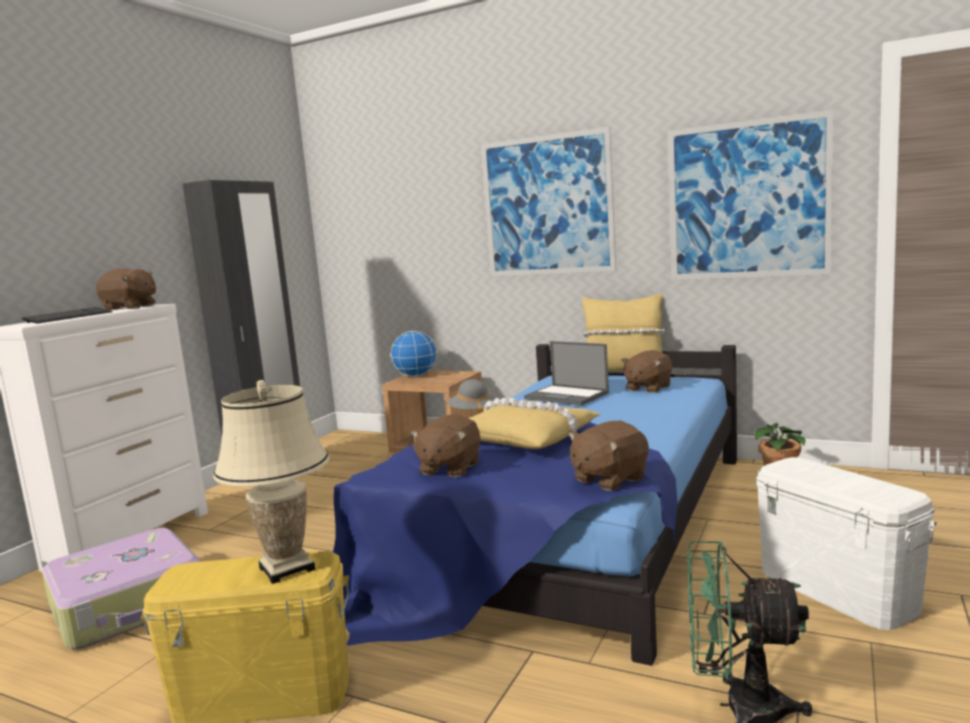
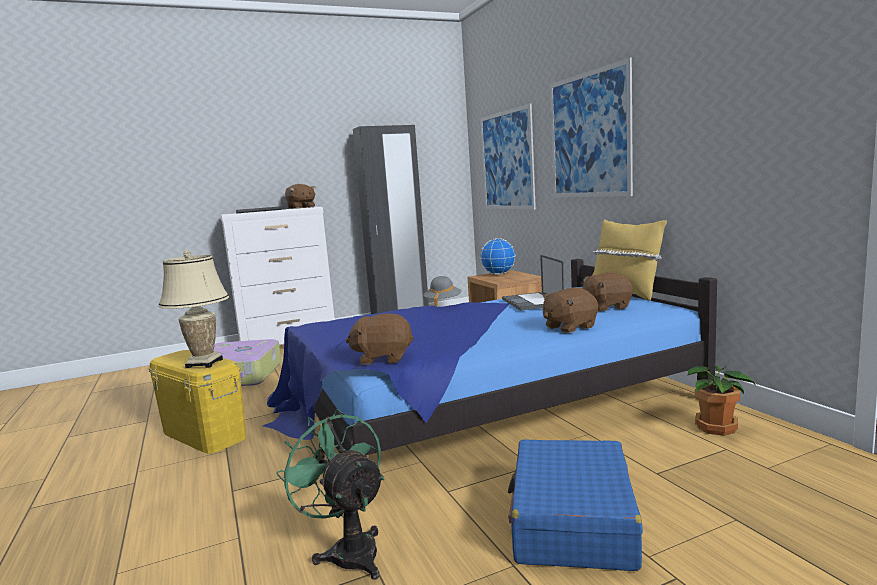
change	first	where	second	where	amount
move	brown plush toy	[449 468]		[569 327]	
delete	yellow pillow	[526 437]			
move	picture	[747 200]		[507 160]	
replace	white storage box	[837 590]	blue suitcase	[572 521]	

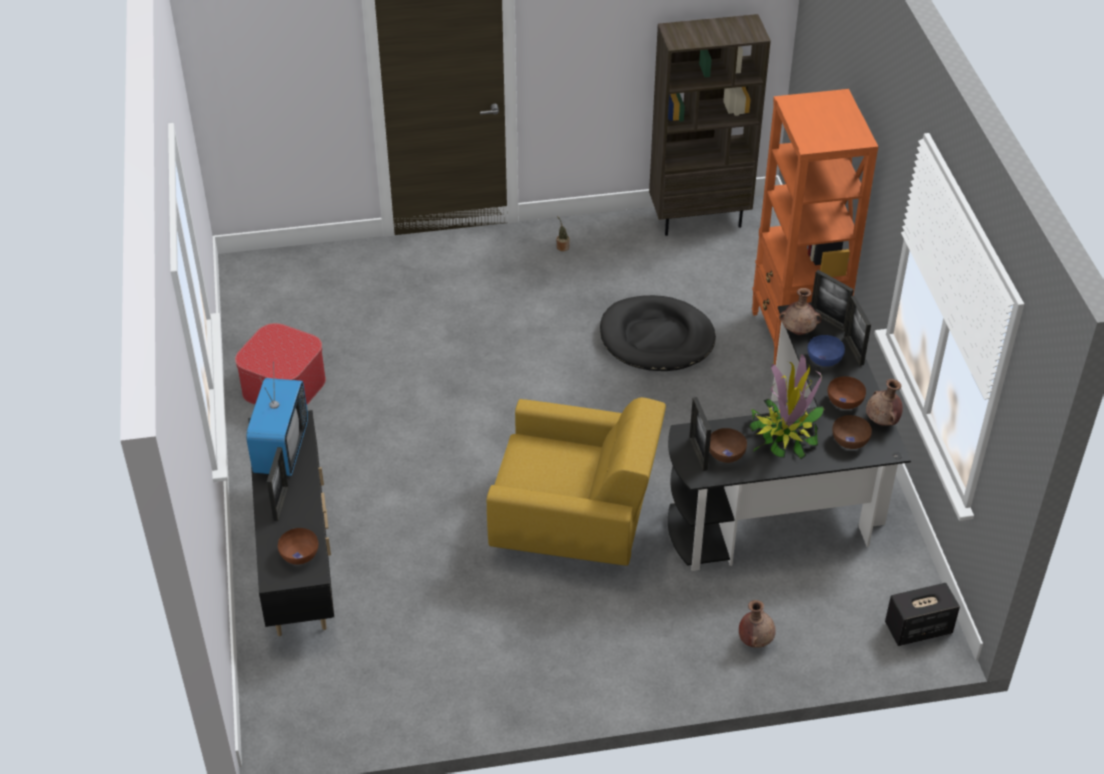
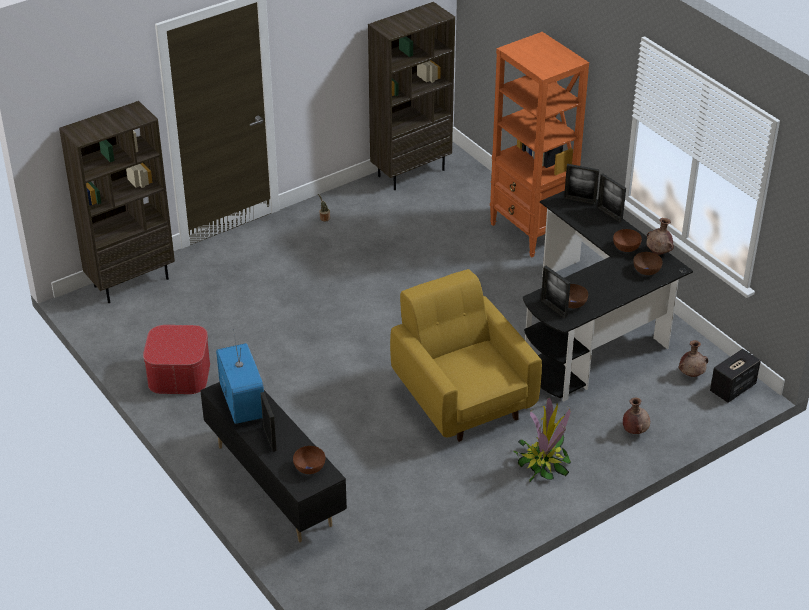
change	first	where	second	where	amount
rotate	yellow armchair	[575 523]		[462 397]	105 degrees counterclockwise
delete	black dog bed	[656 338]			
move	potted plant	[784 435]		[543 462]	
move	brown vase	[798 331]		[691 374]	
delete	blue bowl	[824 359]			
insert			brown bookcase	[131 282]	

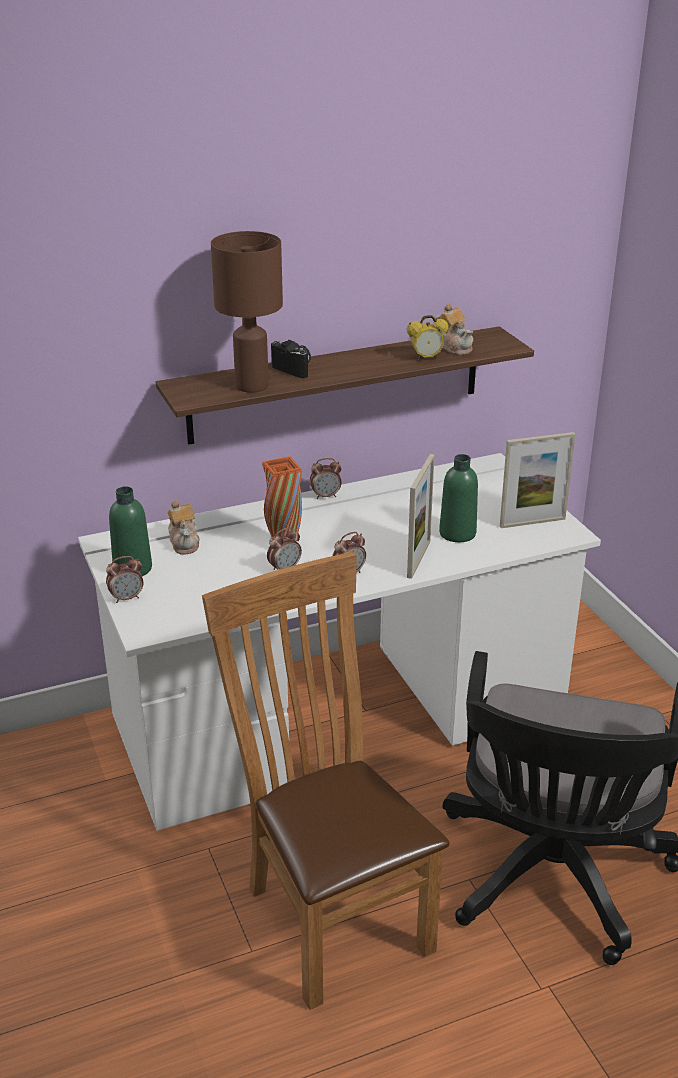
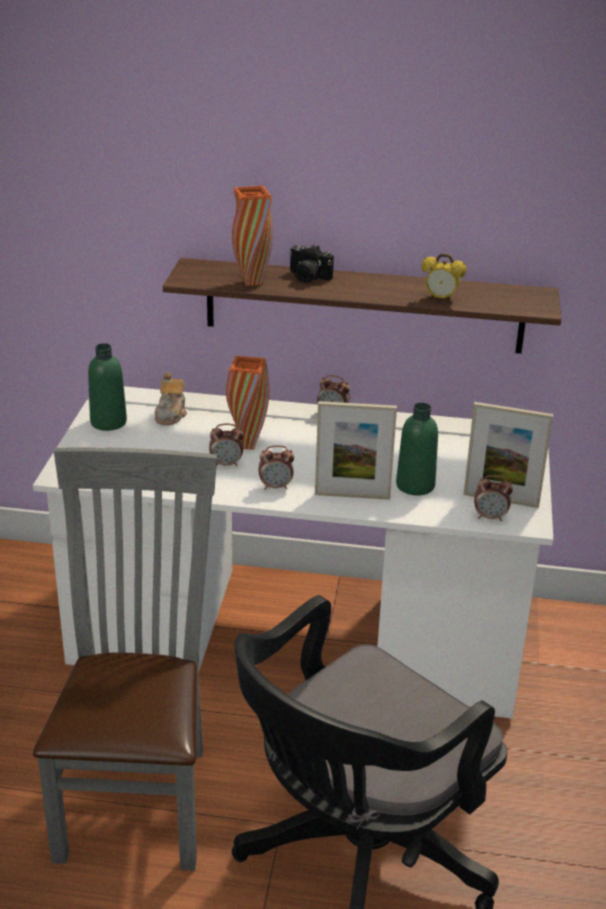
change	first	where	second	where	amount
move	alarm clock	[127 598]		[490 517]	
recolor	brown chair	[330 913]	grey chair	[139 794]	
replace	brown table lamp	[253 386]	orange vase	[252 282]	
rotate	photo camera	[295 369]		[307 277]	135 degrees clockwise
rotate	picture frame	[418 559]		[352 496]	45 degrees clockwise
delete	teapot	[454 347]			

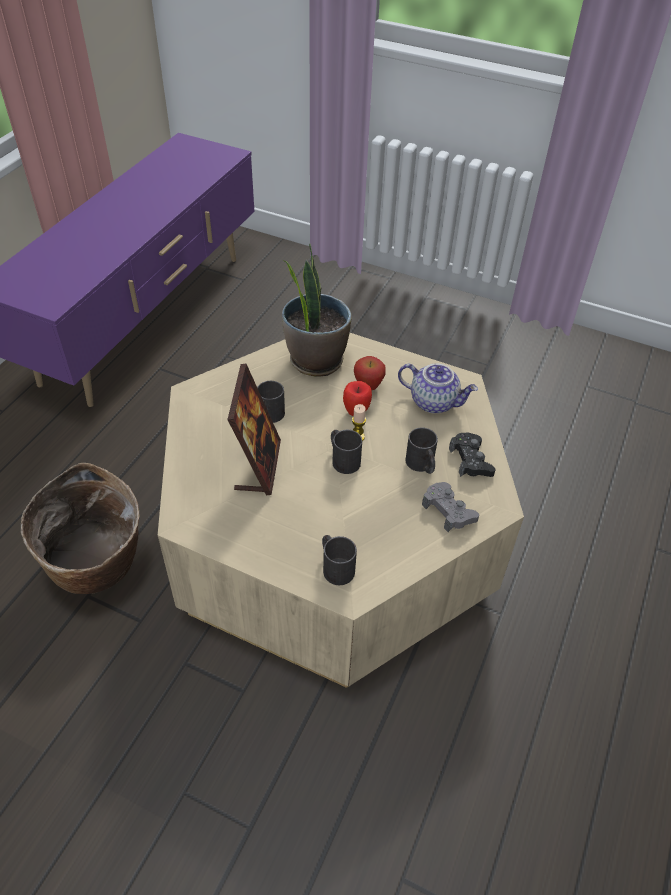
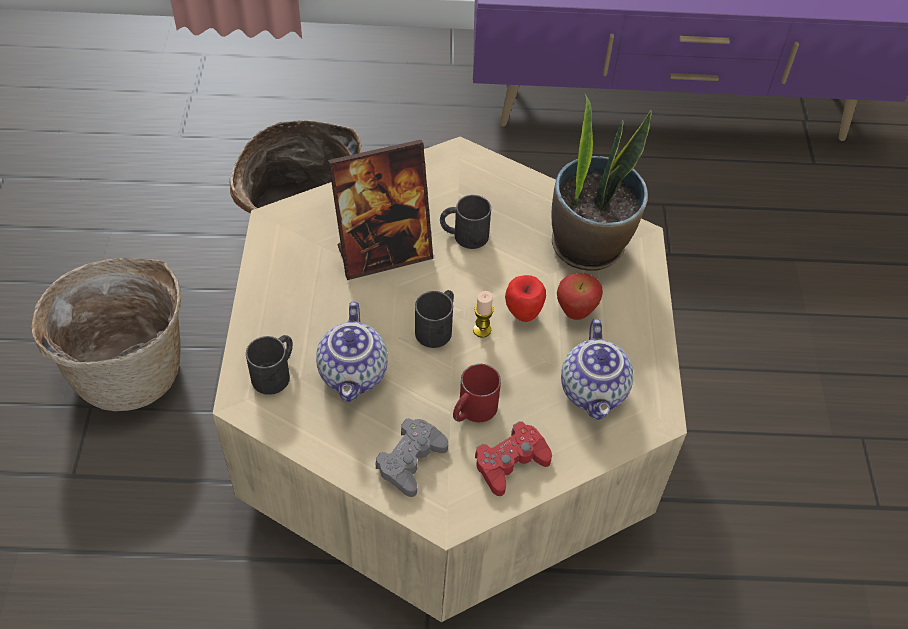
change	first	where	second	where	amount
recolor	black mug	[422 465]	red mug	[472 411]	
recolor	black game controller	[470 460]	red game controller	[510 462]	
insert			basket	[129 366]	
insert			teapot	[355 374]	

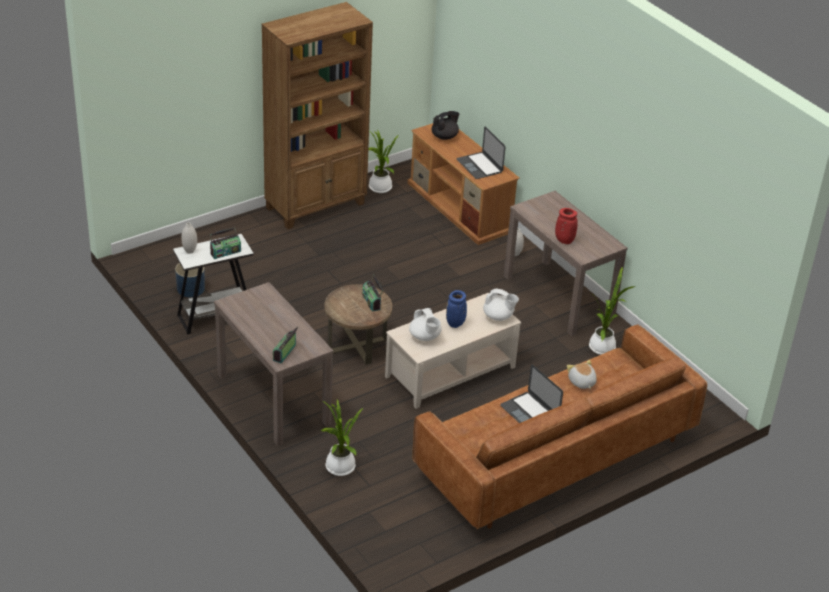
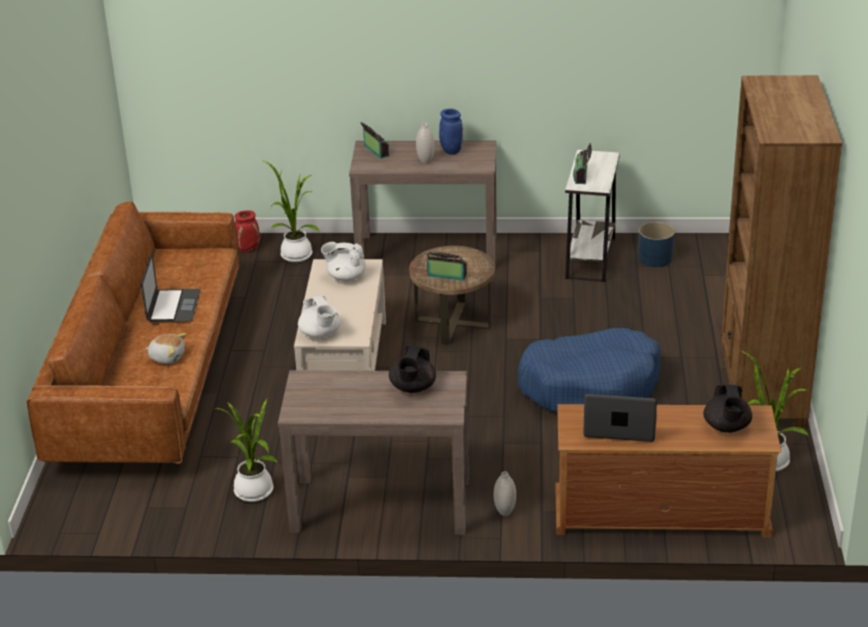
change	first	where	second	where	amount
move	white vase	[190 251]		[425 161]	
move	blue vase	[455 324]		[450 151]	
rotate	white teapot	[498 316]		[320 334]	90 degrees counterclockwise
rotate	laptop	[529 412]		[173 306]	90 degrees clockwise
move	red vase	[563 241]		[248 249]	
insert			black teapot	[412 388]	
insert			blue dog bed	[590 386]	

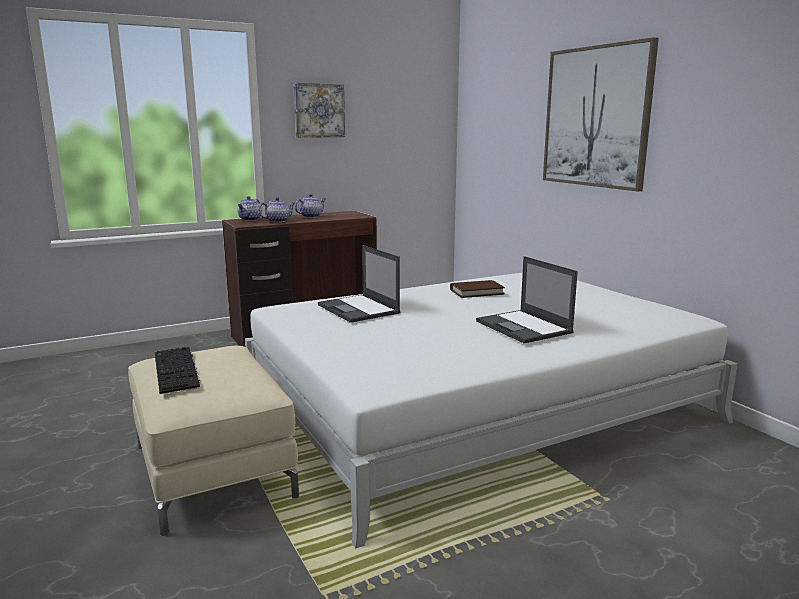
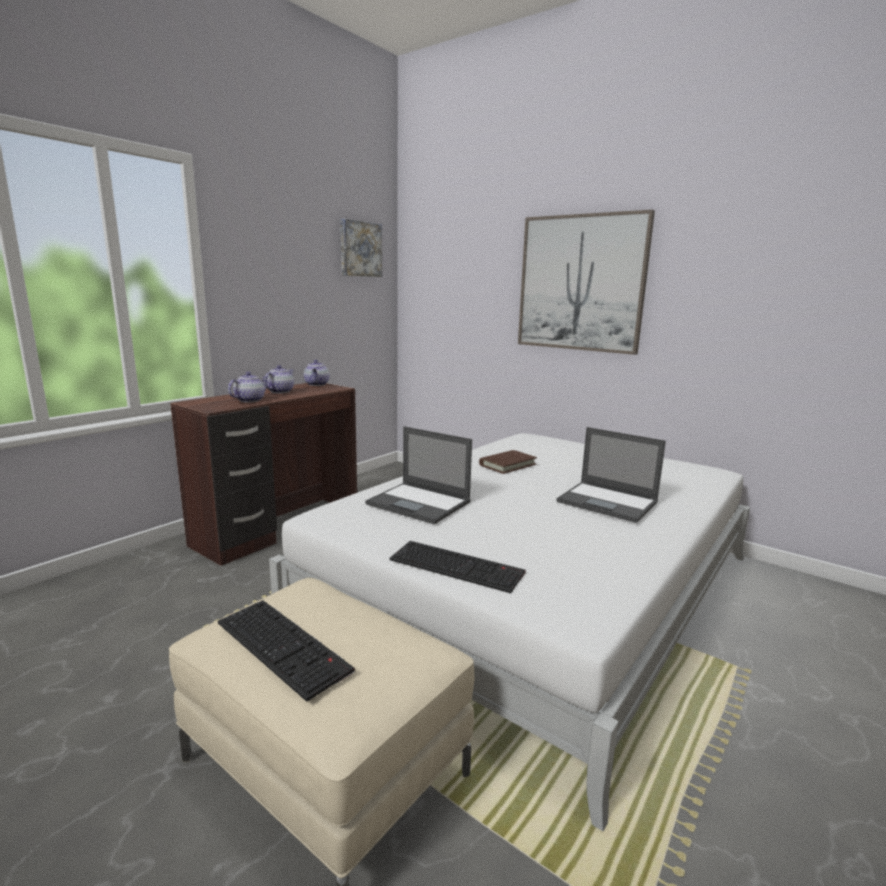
change	first	where	second	where	amount
move	teapot	[250 220]		[317 384]	
move	picture	[318 110]		[360 249]	
insert			keyboard	[458 566]	

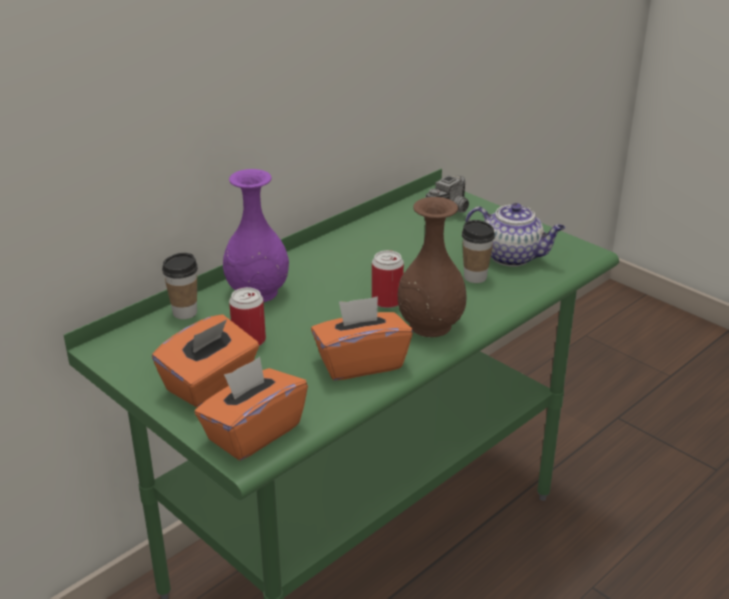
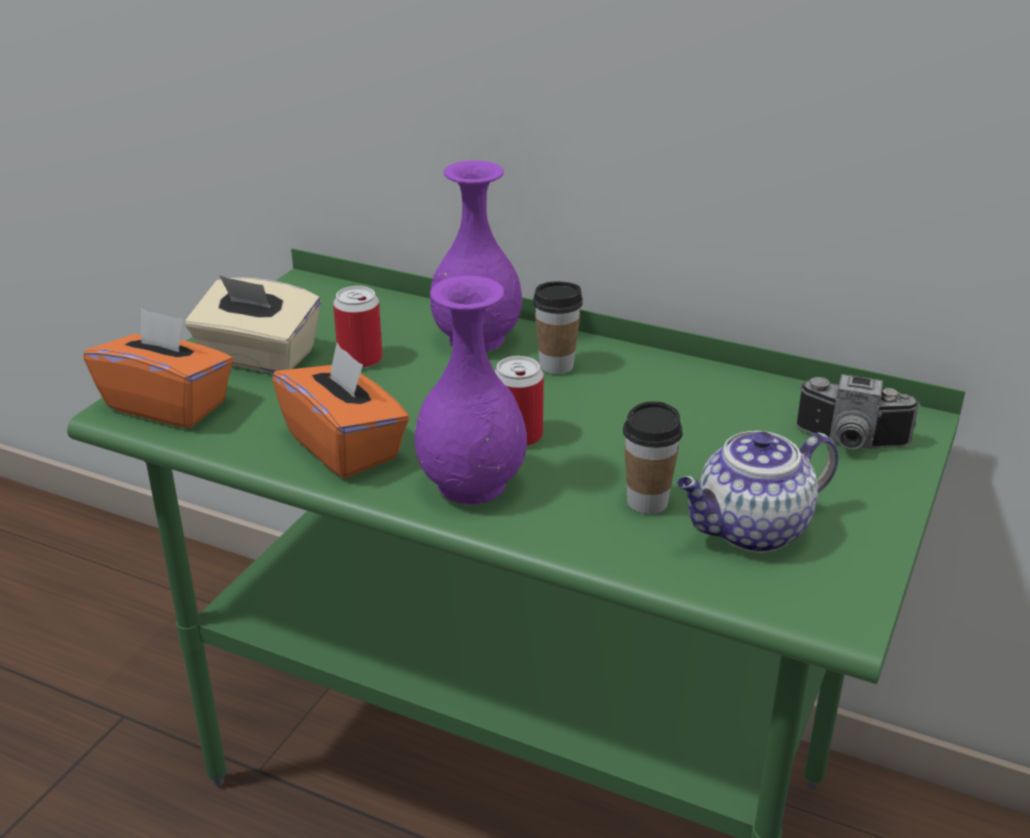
change	first	where	second	where	amount
recolor	orange tissue box	[210 383]	beige tissue box	[258 357]	
move	cup	[185 312]		[556 366]	
recolor	brown vase	[430 325]	purple vase	[473 484]	
rotate	teapot	[513 256]		[751 530]	60 degrees clockwise

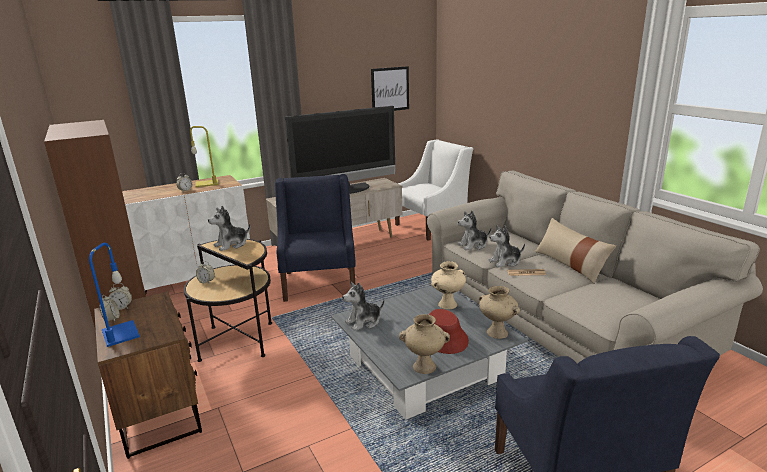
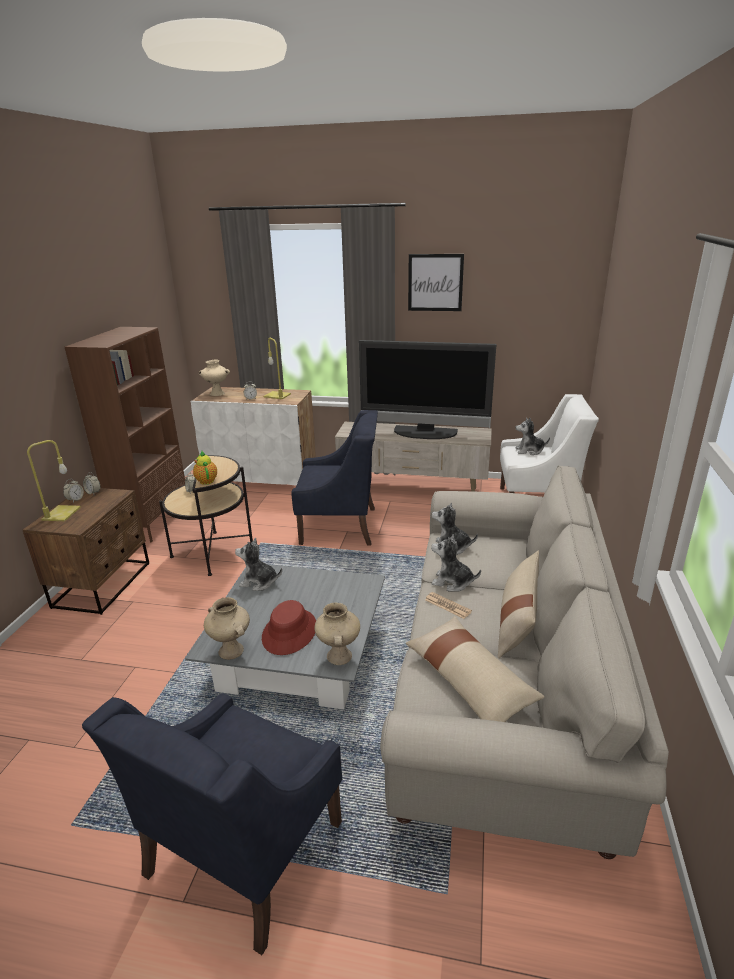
change	first	where	second	where	amount
recolor	blue table lamp	[121 334]	yellow table lamp	[61 514]	
move	plush toy	[231 244]		[529 451]	
rotate	blue armchair	[320 282]		[340 525]	60 degrees clockwise
move	picture	[390 89]		[435 282]	
move	beige vase	[447 305]		[216 394]	
insert			teapot	[206 480]	
insert			beige pillow	[469 681]	

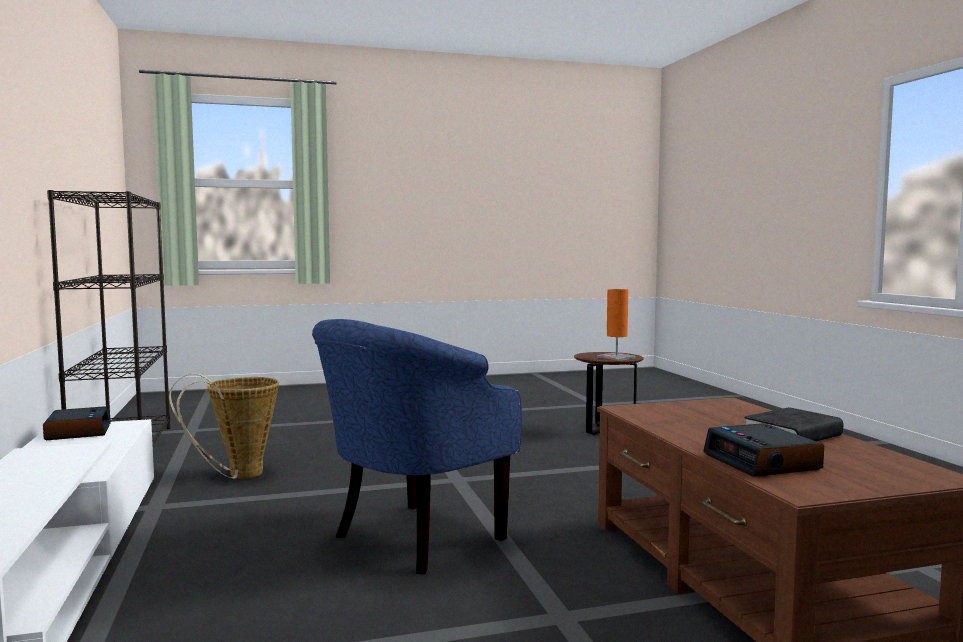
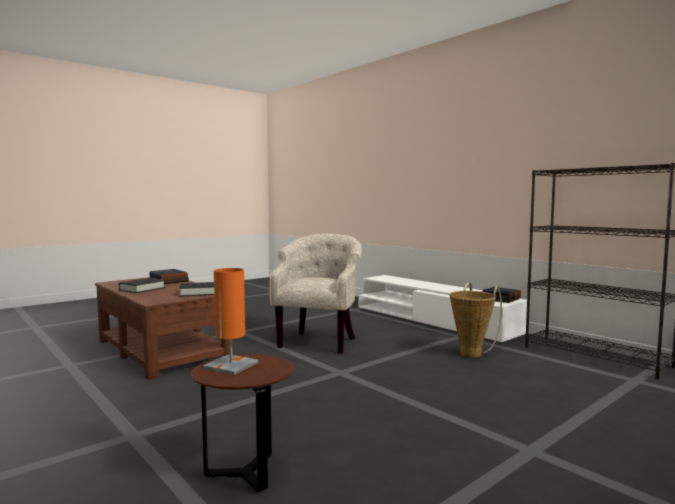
change	first	where	second	where	amount
recolor	blue armchair	[411 540]	beige armchair	[319 341]	
insert			black book	[198 293]	

